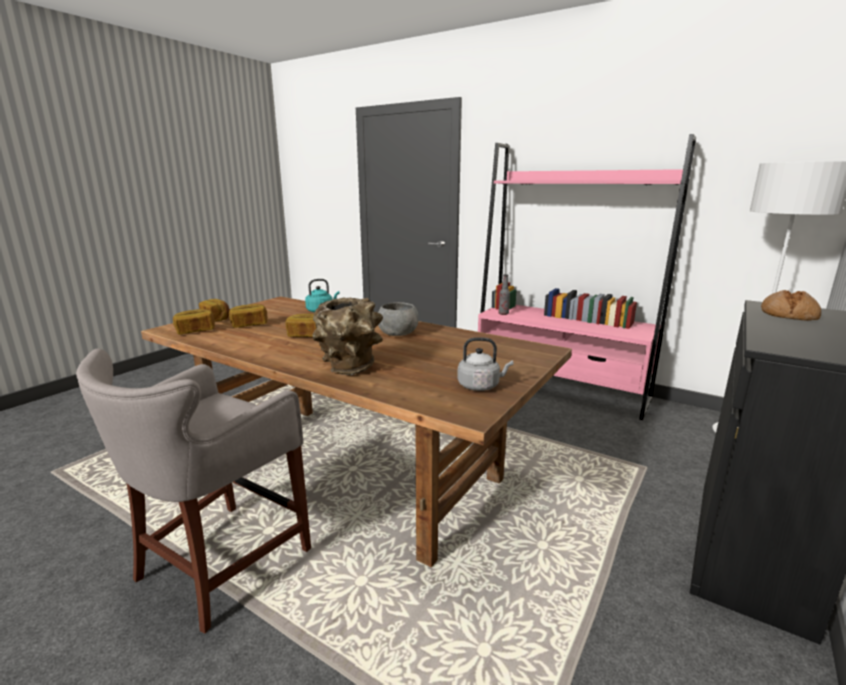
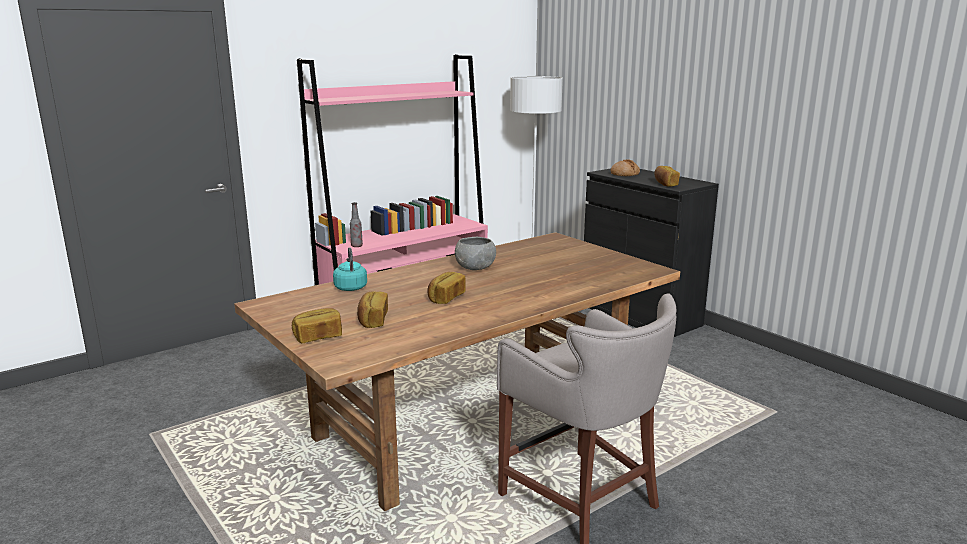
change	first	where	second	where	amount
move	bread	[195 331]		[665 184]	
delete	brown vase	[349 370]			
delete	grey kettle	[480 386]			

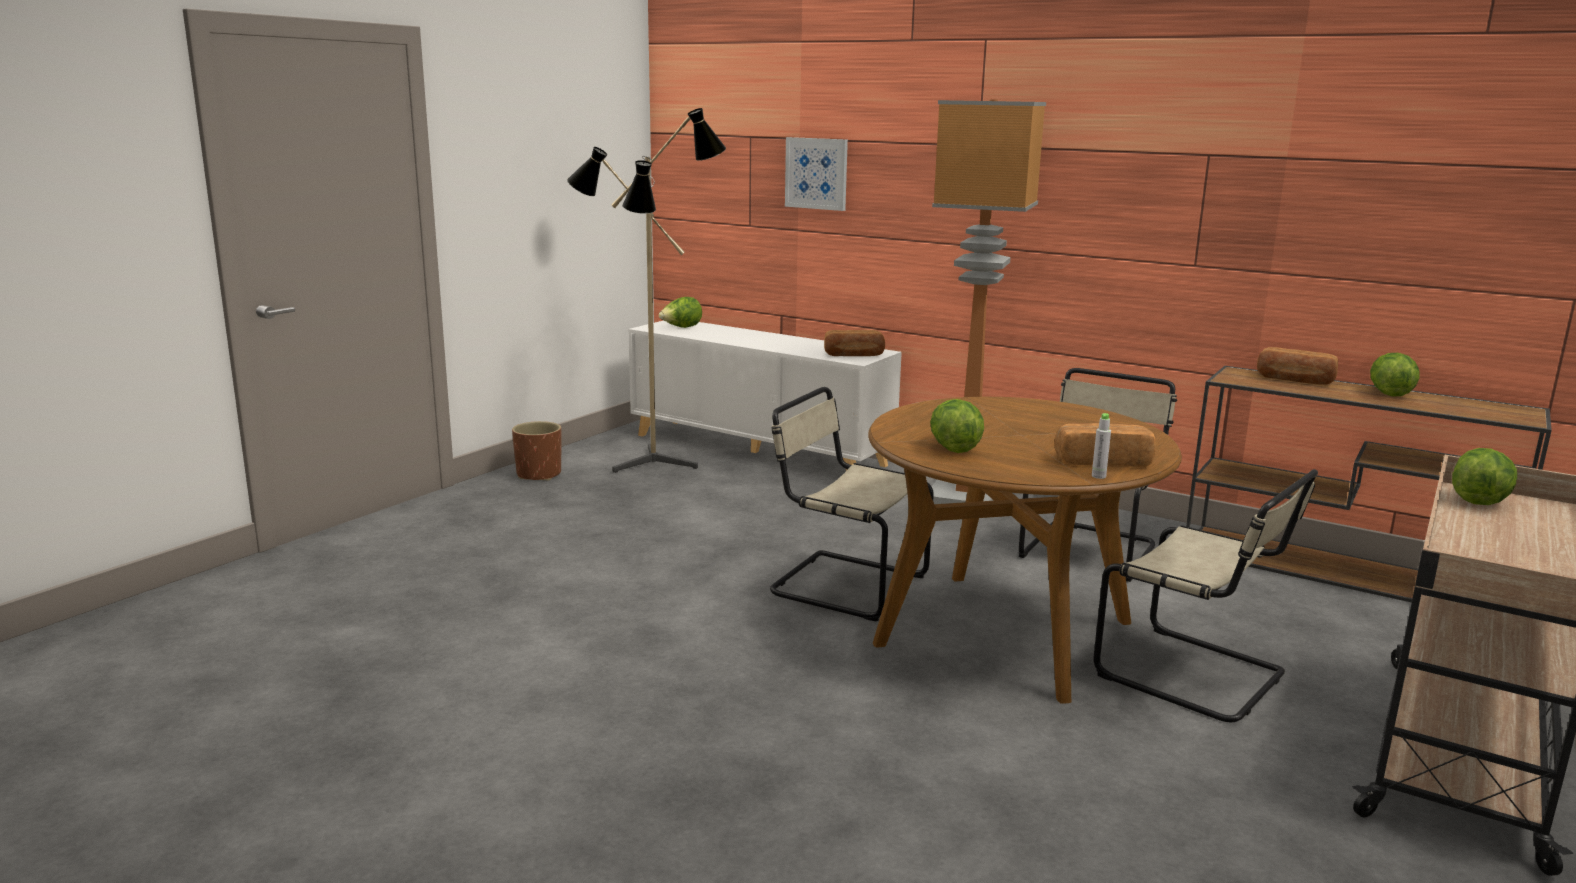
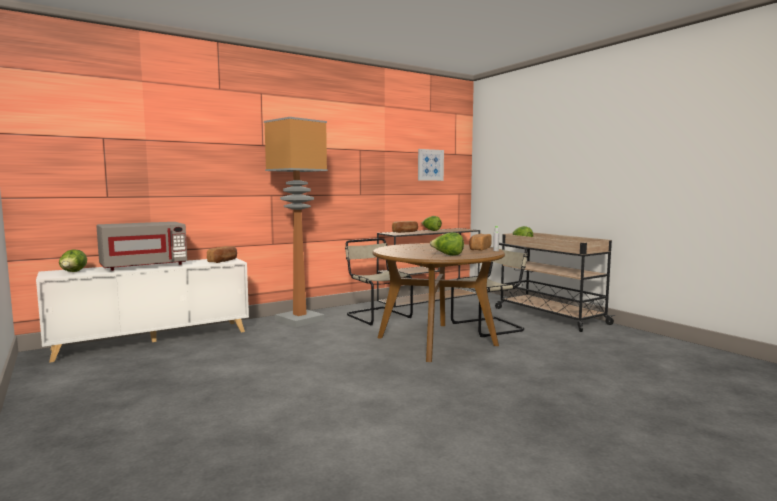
change	first	where	second	where	amount
delete	brown planter	[538 474]			
delete	floor lamp	[650 466]			
delete	beige chair	[843 584]			
move	picture	[816 173]		[430 165]	
insert			grey microwave	[144 266]	

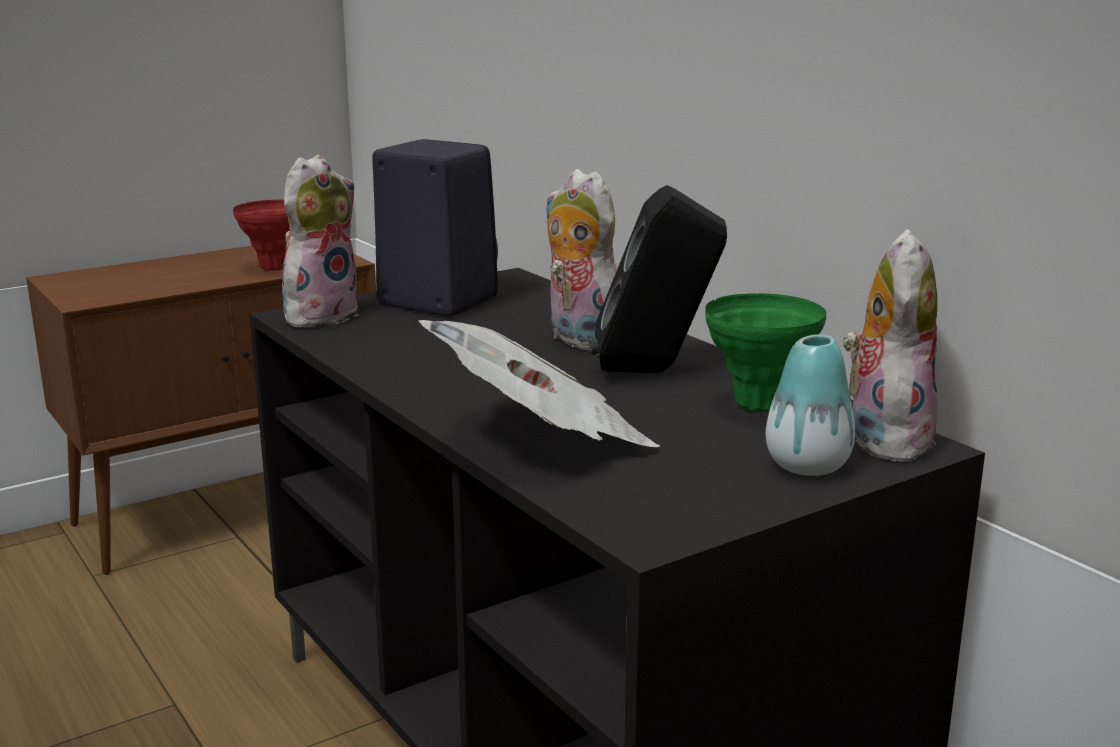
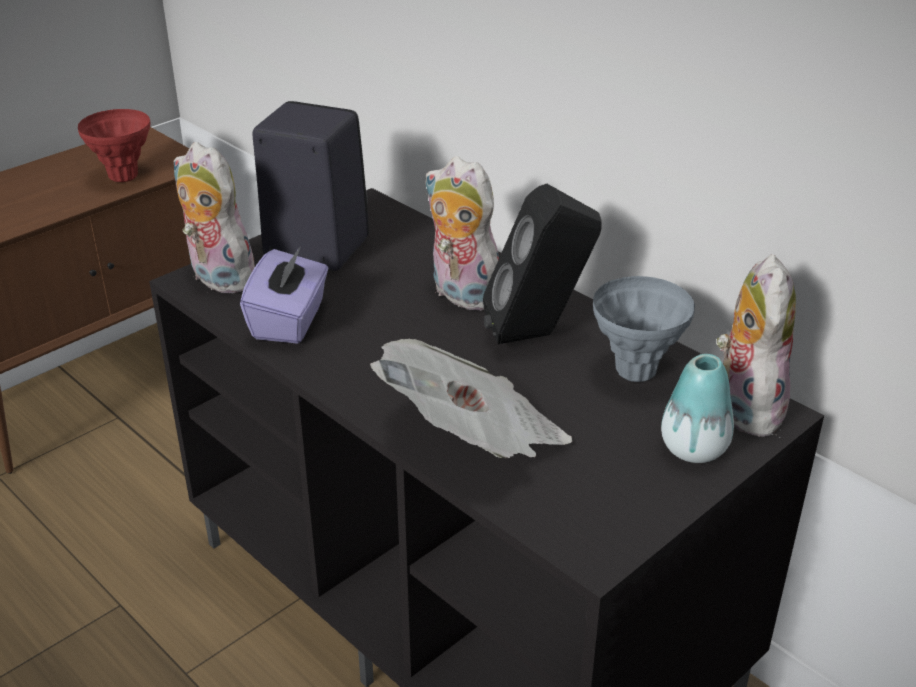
change	first	where	second	where	amount
rotate	plush toy	[320 315]		[217 279]	75 degrees counterclockwise
recolor	green vase	[759 404]	grey vase	[635 371]	
insert			purple tissue box	[290 321]	

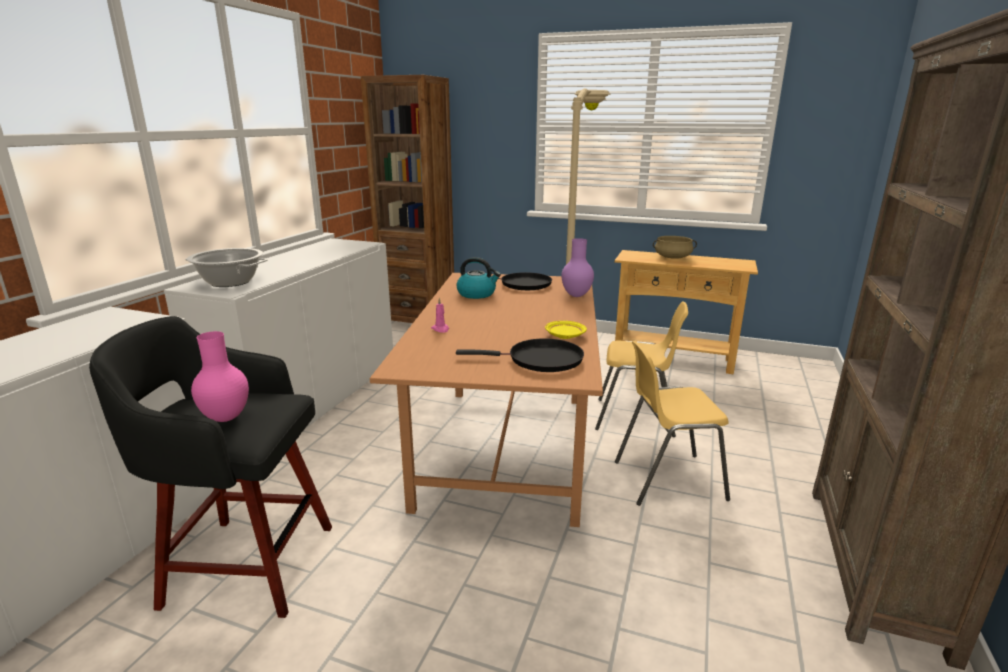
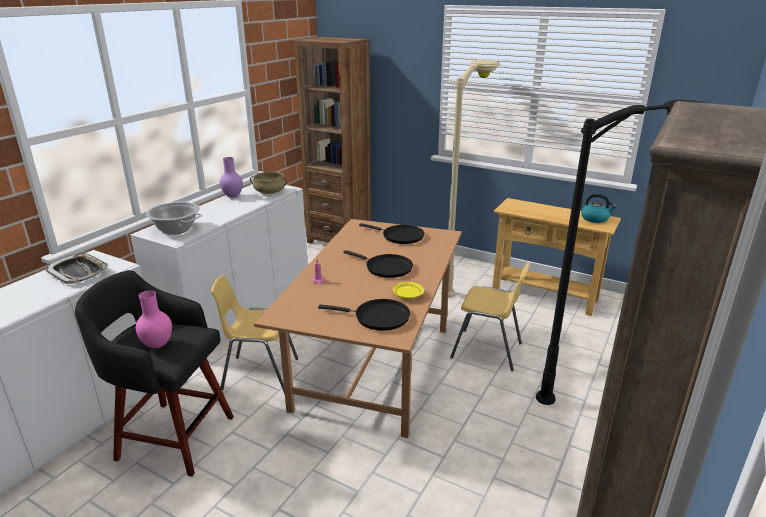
change	first	where	second	where	amount
move	kettle	[477 294]		[595 219]	
move	purple vase	[577 296]		[233 196]	
move	yellow chair	[667 479]		[259 374]	
move	beige cooking pot	[672 257]		[269 192]	
insert			tray	[78 272]	
insert			black frying pan	[386 268]	
insert			black floor lamp	[600 392]	

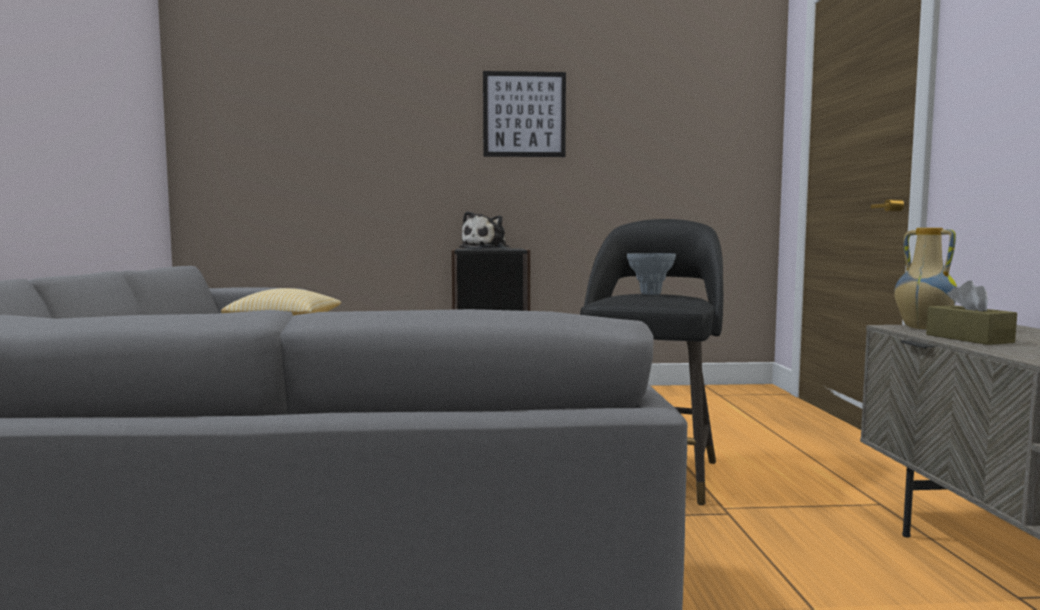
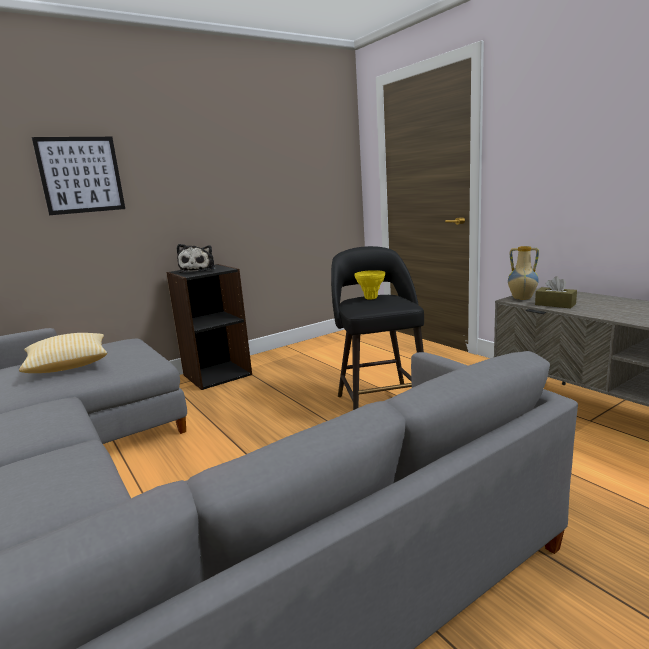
change	first	where	second	where	amount
move	picture	[524 114]		[81 175]	
recolor	grey vase	[650 294]	yellow vase	[370 298]	

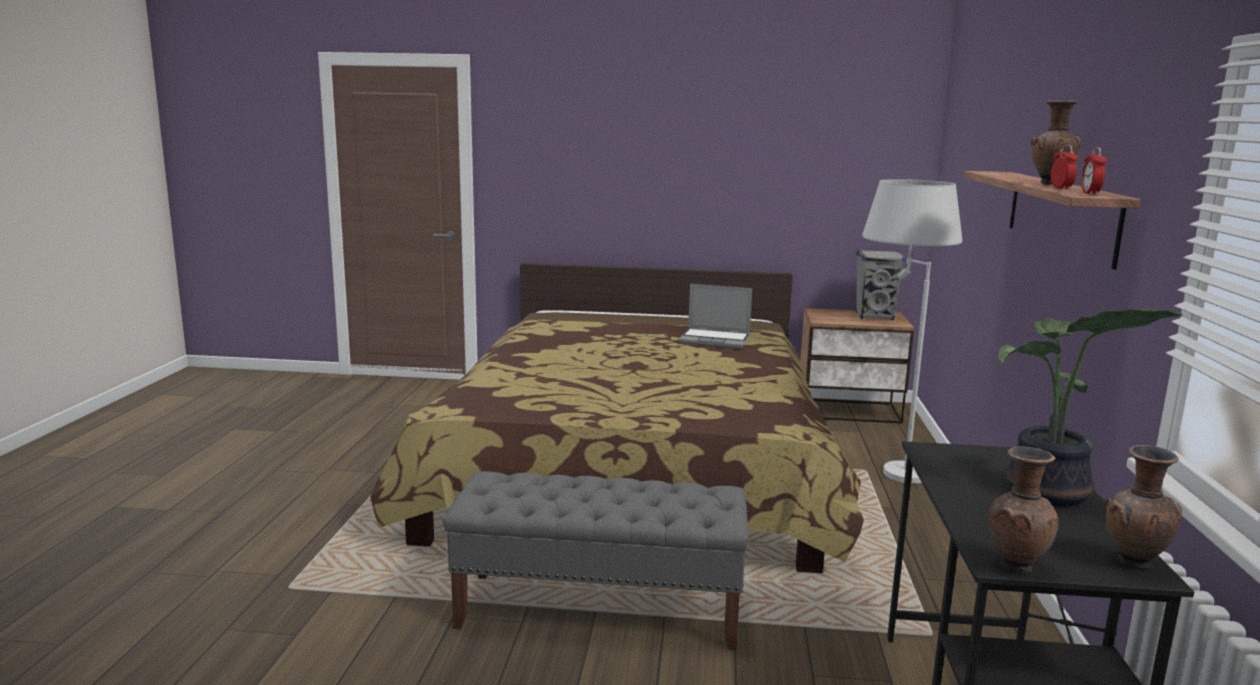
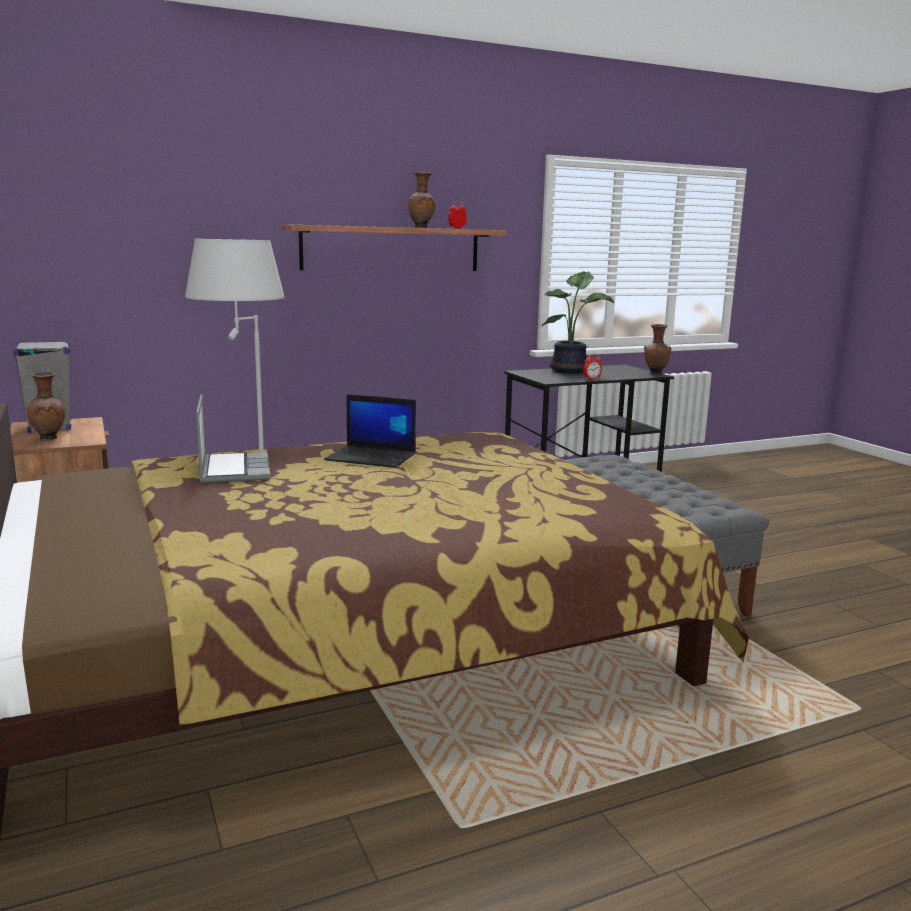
change	first	where	second	where	amount
move	alarm clock	[1090 194]		[591 379]	
move	brown vase	[1133 564]		[49 438]	
insert			laptop	[372 457]	

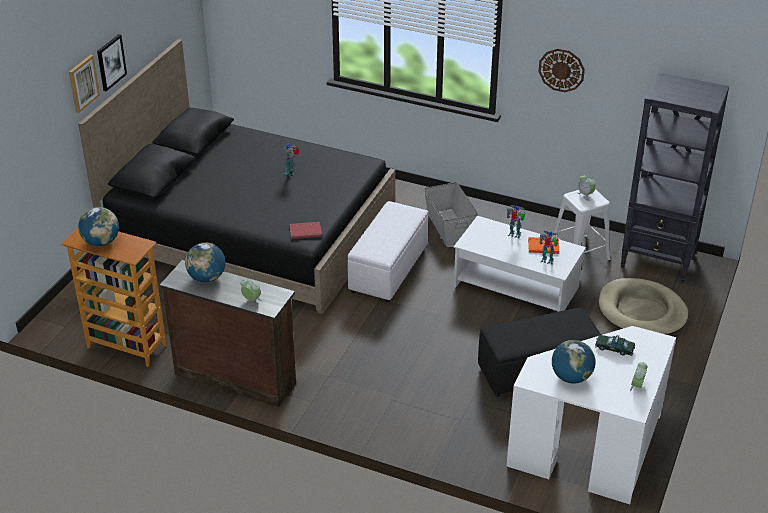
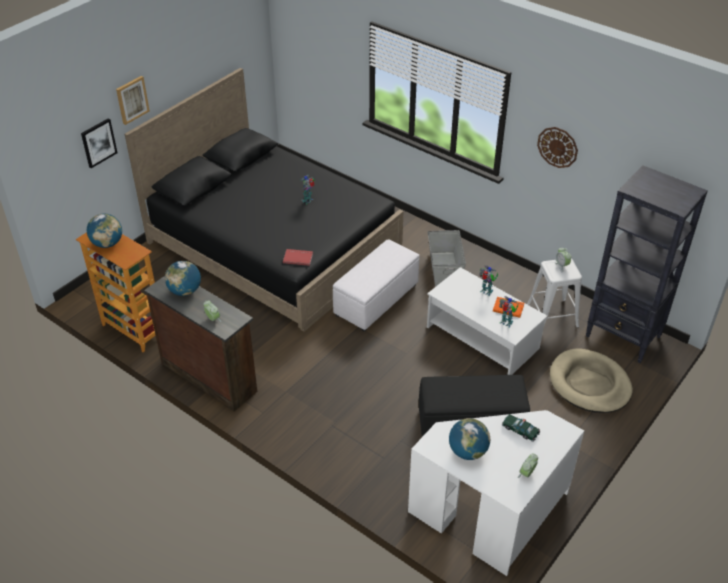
change	first	where	second	where	amount
move	picture	[111 62]		[98 142]	

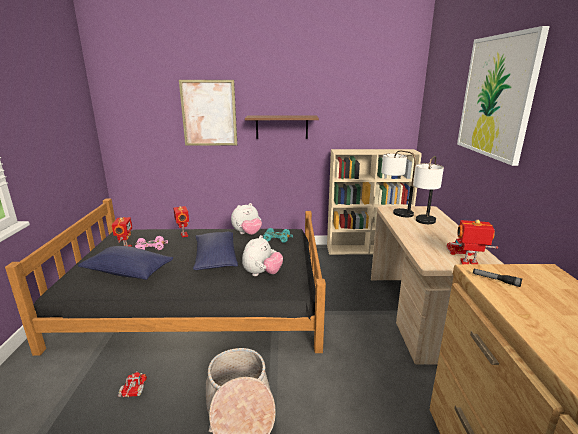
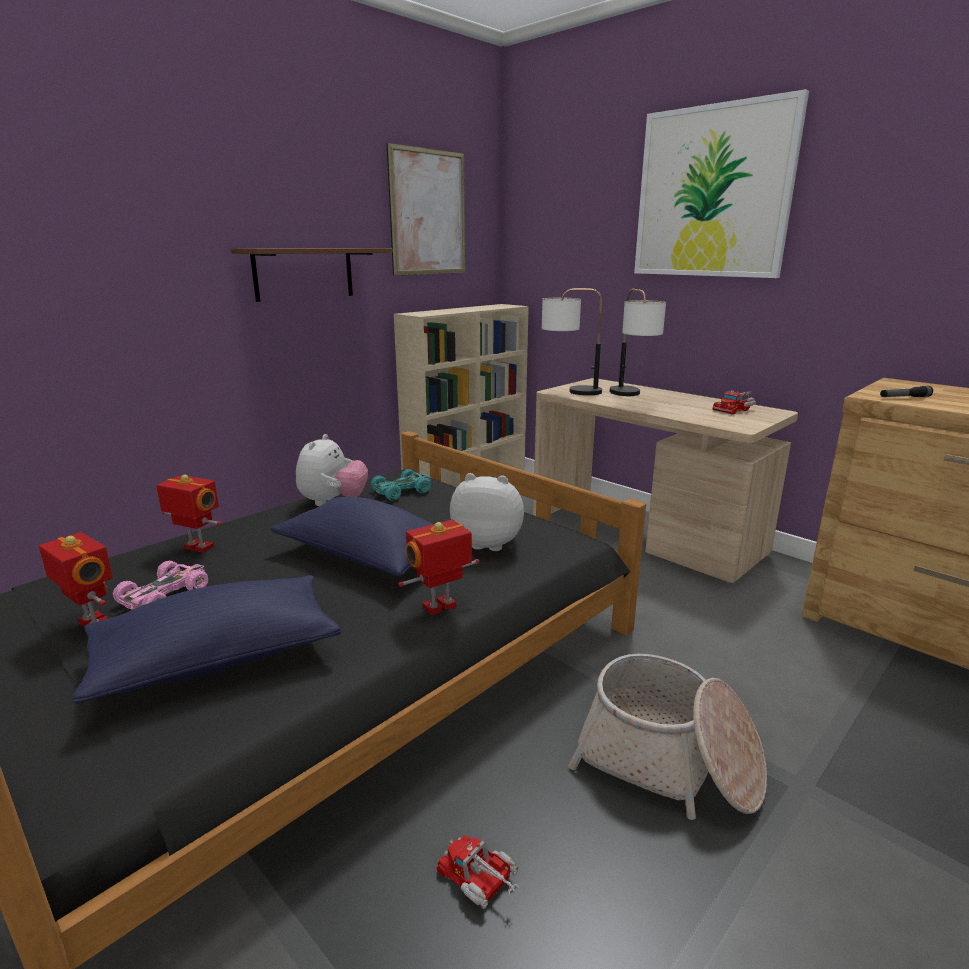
change	first	where	second	where	amount
move	picture	[209 113]		[428 213]	
rotate	plush toy	[262 274]		[489 543]	60 degrees counterclockwise
move	toy robot	[469 263]		[440 607]	

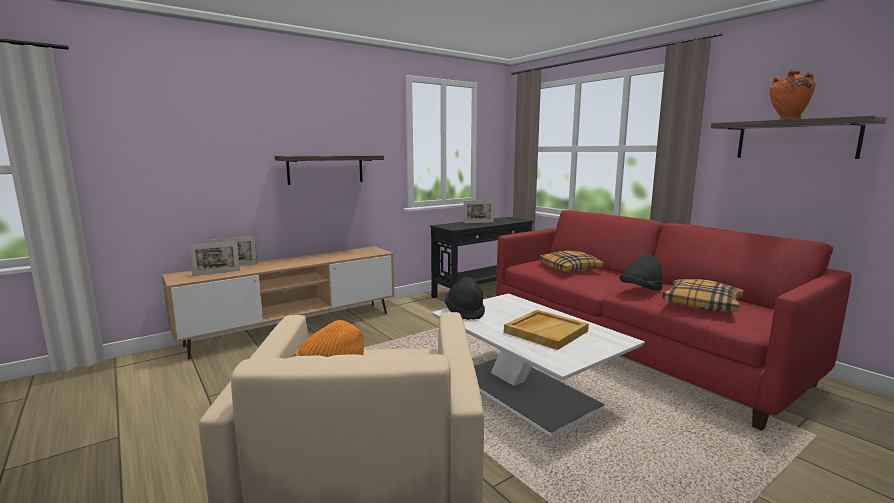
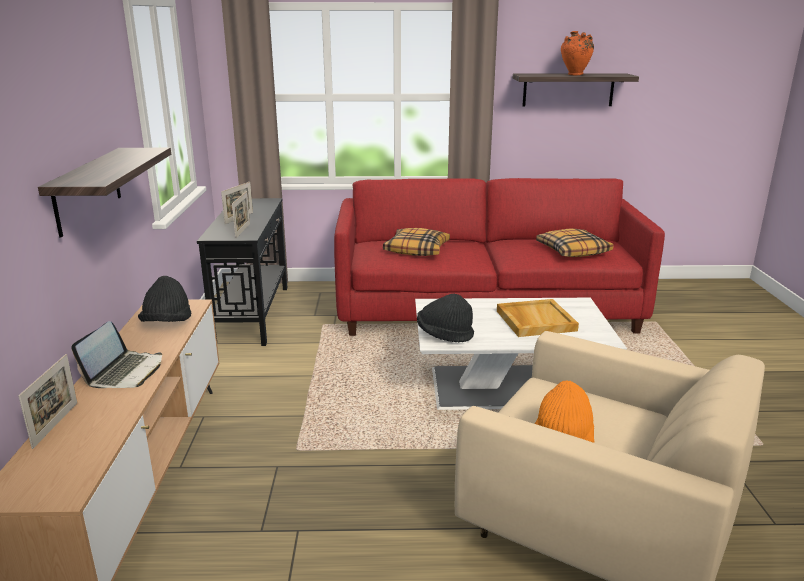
change	first	where	second	where	amount
move	picture frame	[216 273]		[242 231]	
move	black hat	[640 290]		[167 323]	
insert			laptop	[125 372]	

